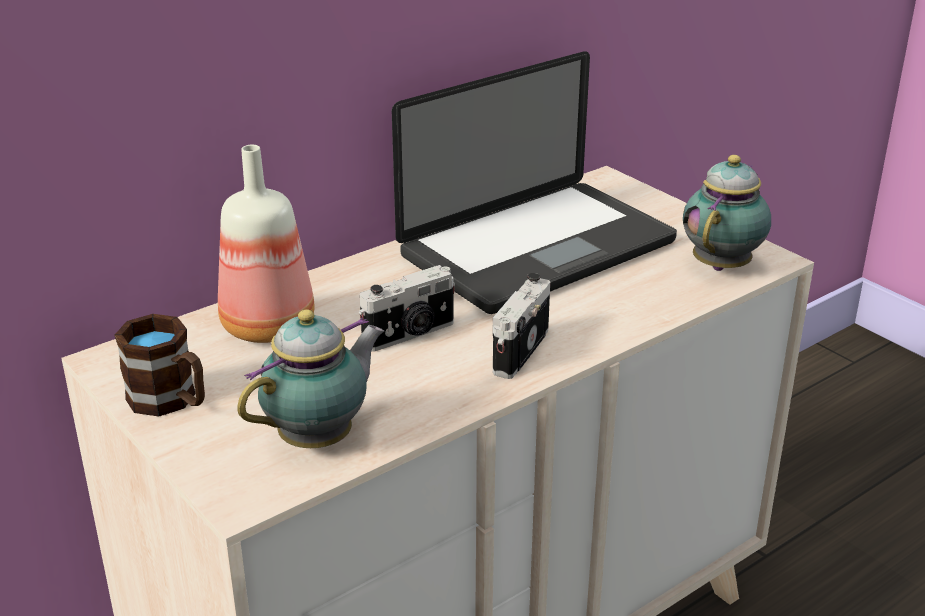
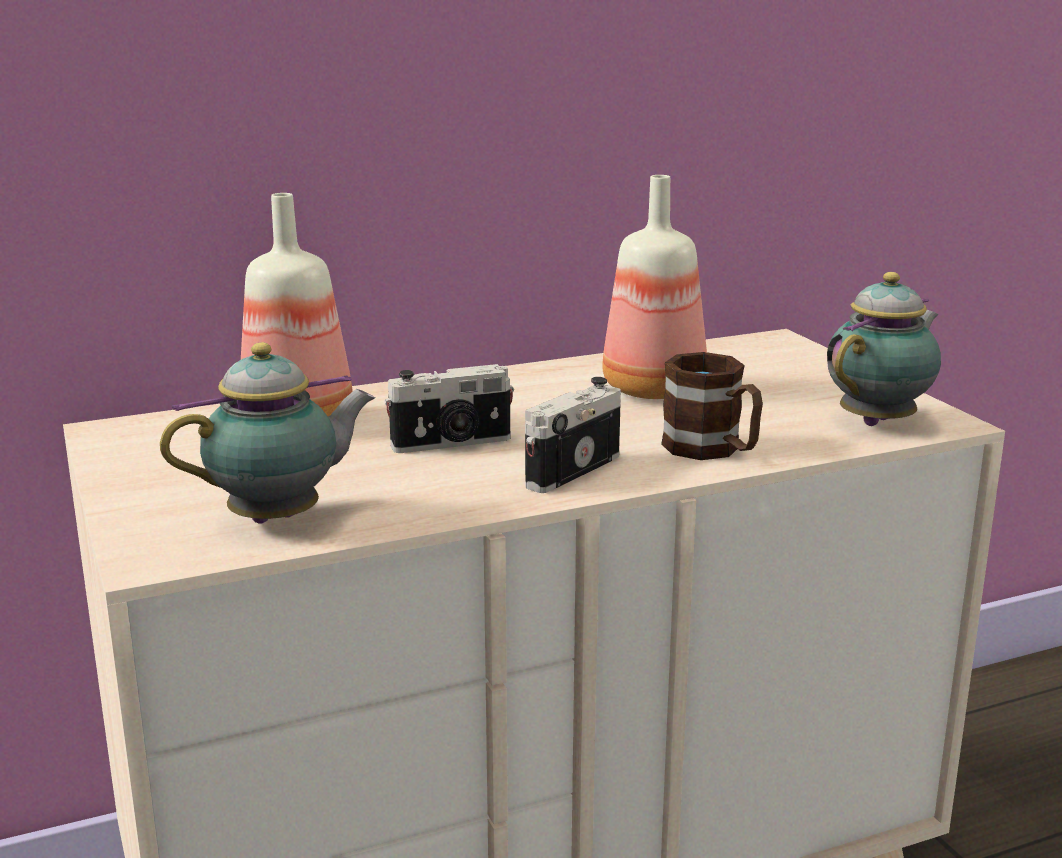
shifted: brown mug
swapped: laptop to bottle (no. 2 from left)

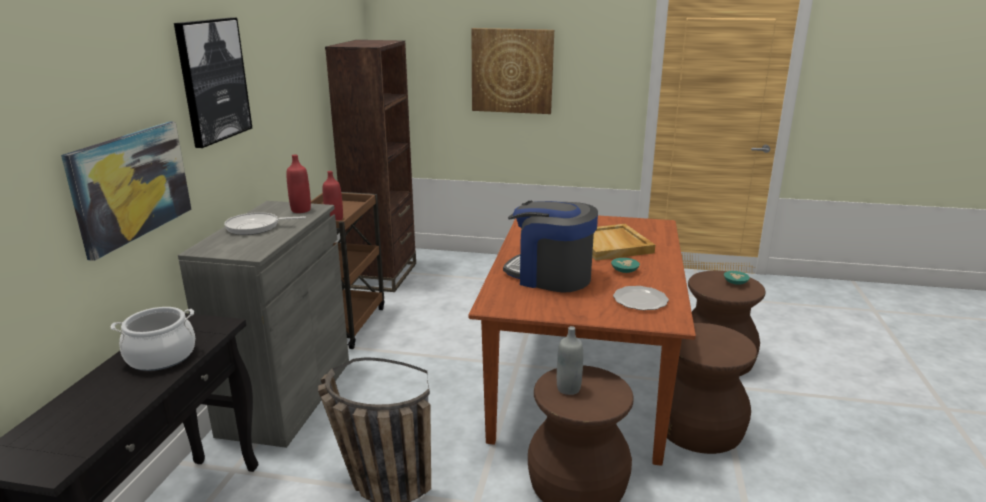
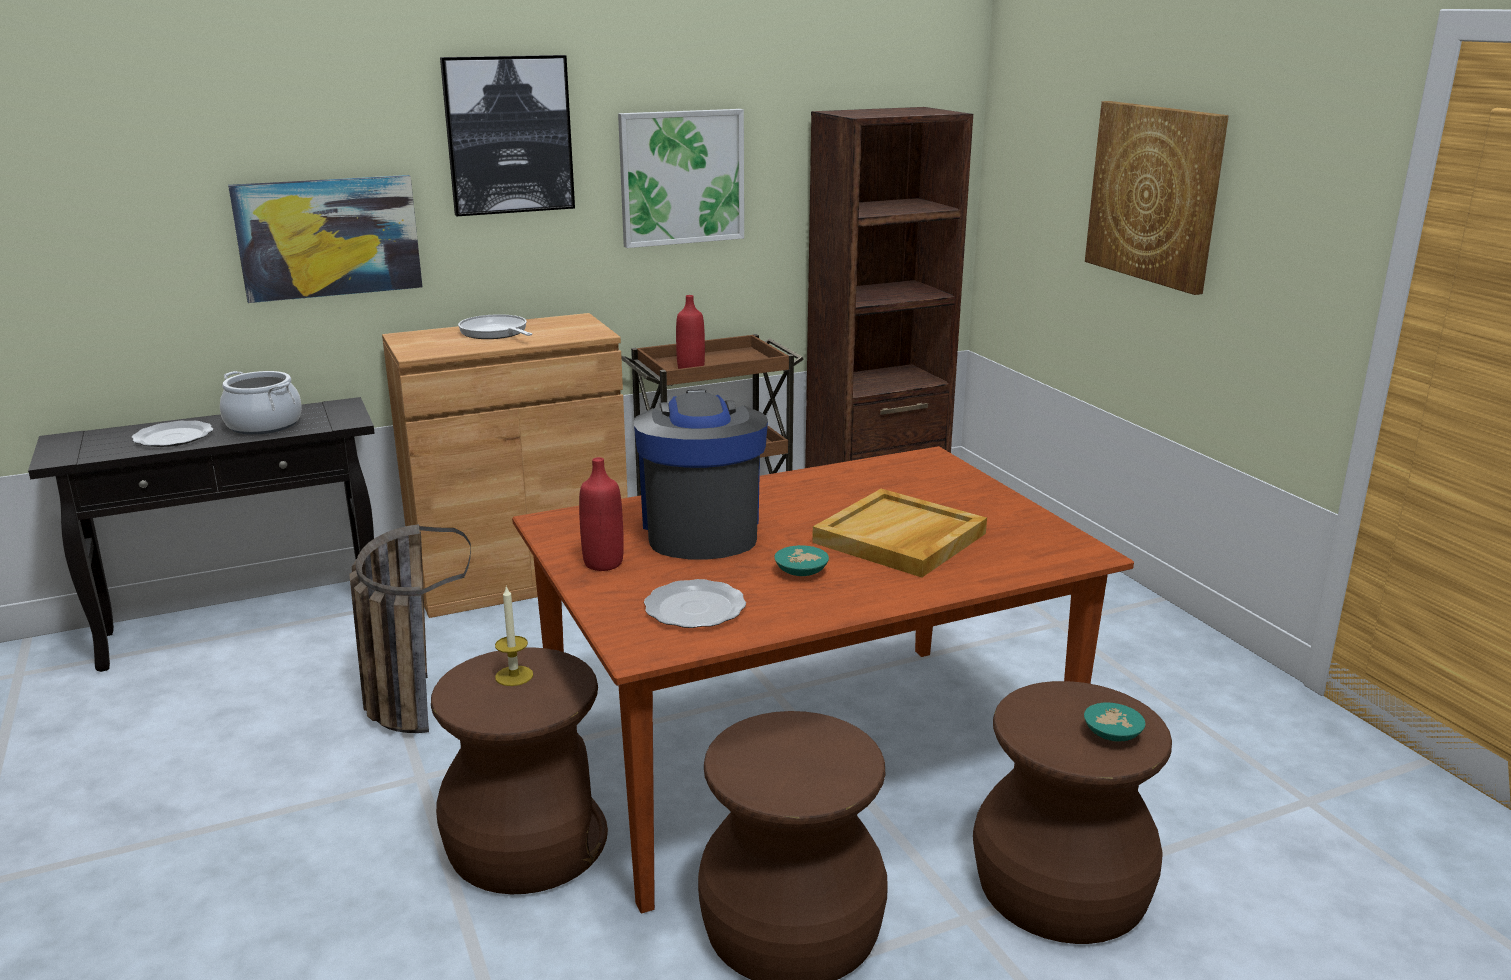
new: plate (no. 1 from left); picture (no. 3 from left)
shifted: red bottle (no. 1 from left)
swapped: grey bottle to candle
repainted: grey cabinet to brown cabinet

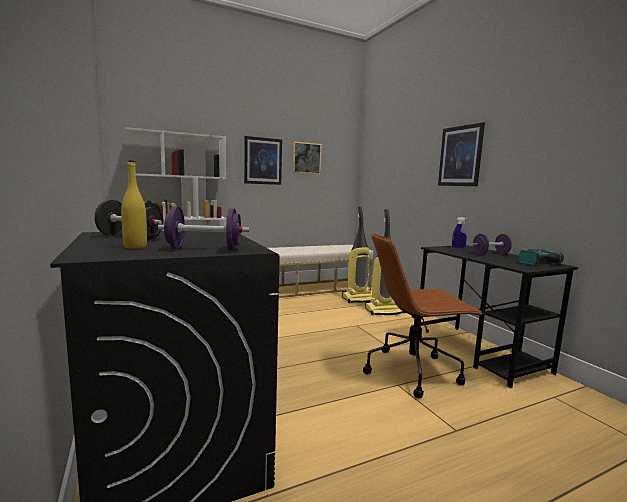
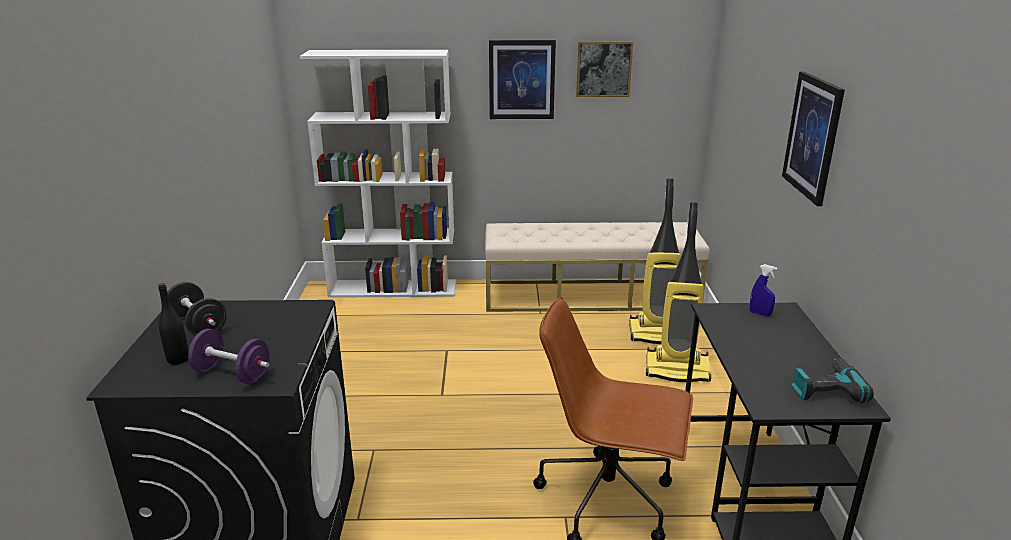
gone: purple dumbbell (no. 2 from left)
repainted: yellow bottle to black bottle

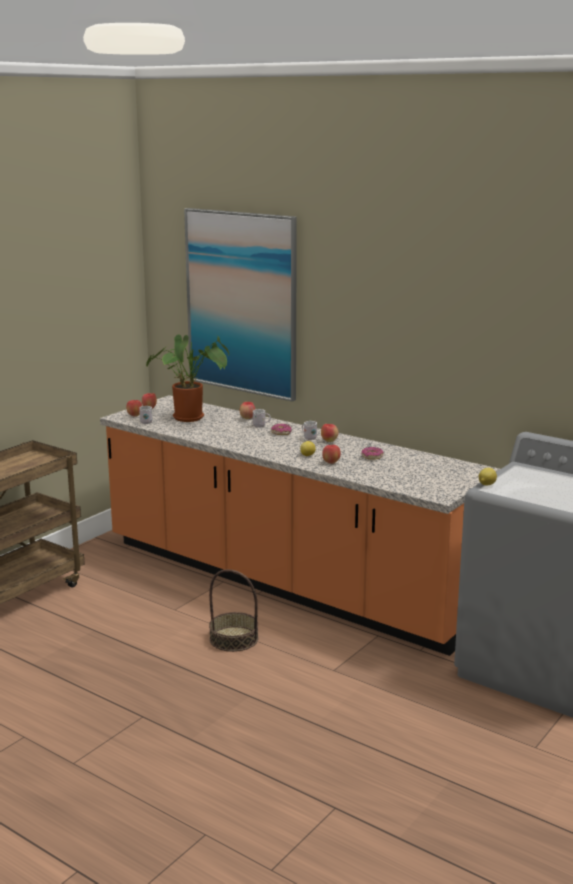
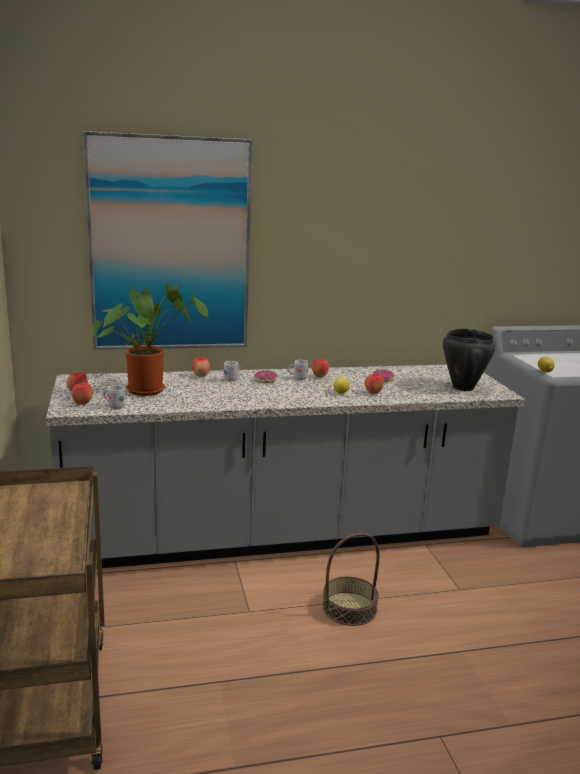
new: black cooking pot
repainted: orange counter to grey counter

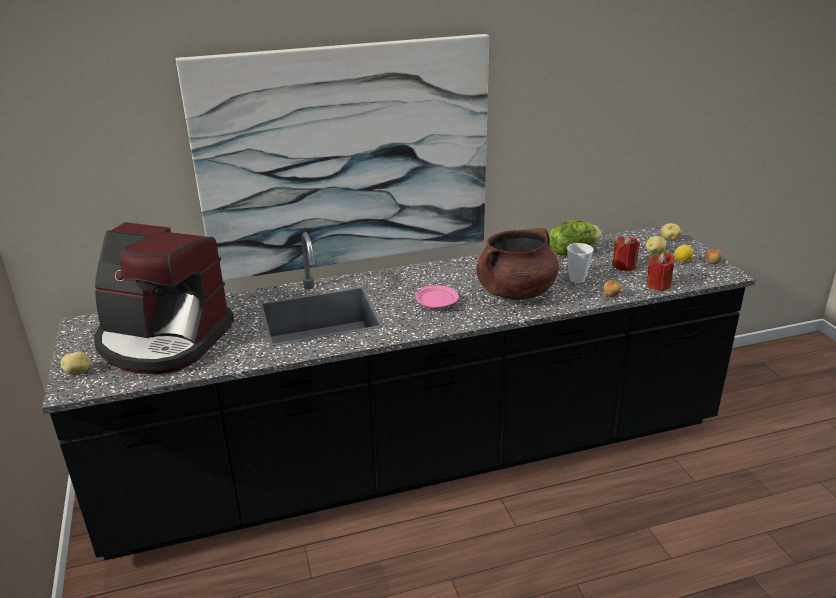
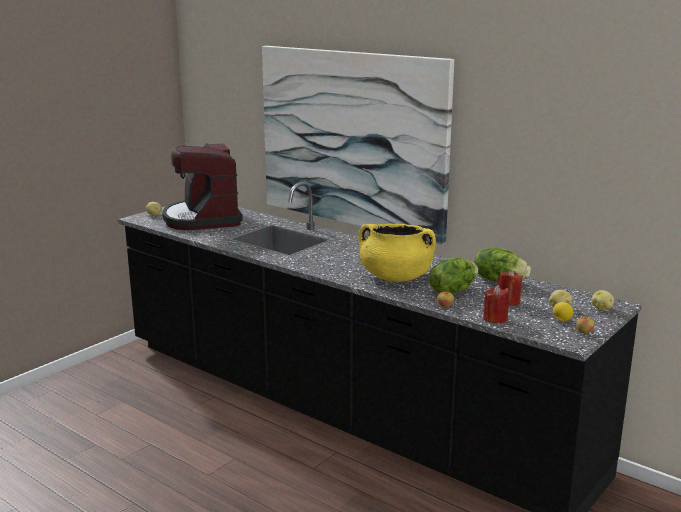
gone: pink plate
swapped: cup to lettuce (no. 1 from left)
repainted: brown cooking pot to yellow cooking pot

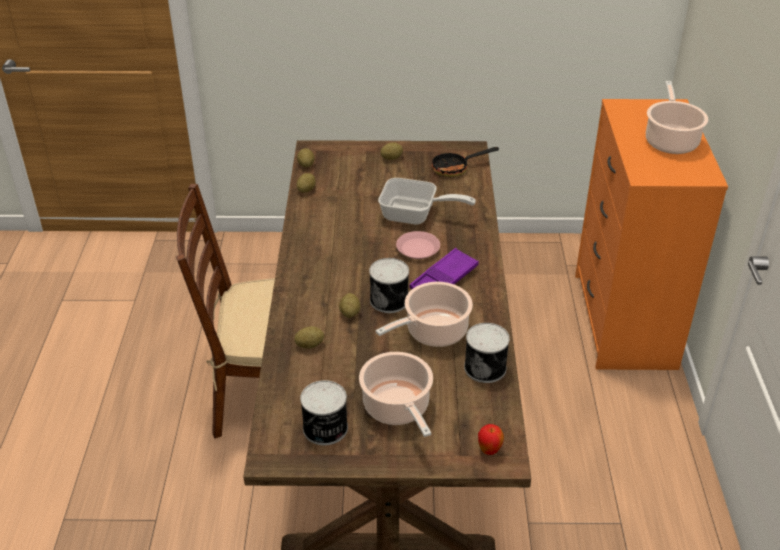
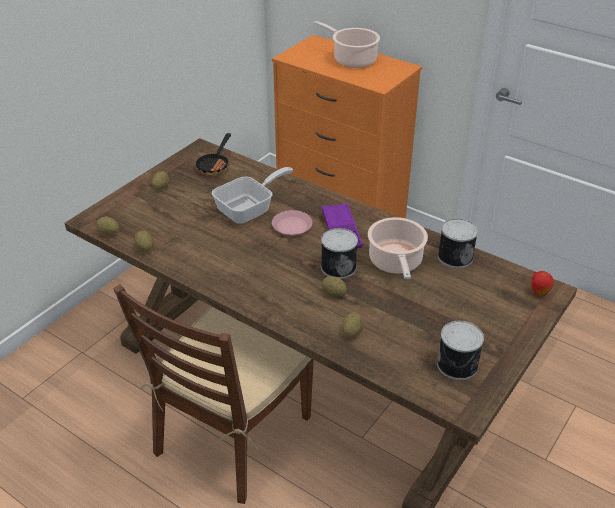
gone: cooking pot (no. 1 from left)

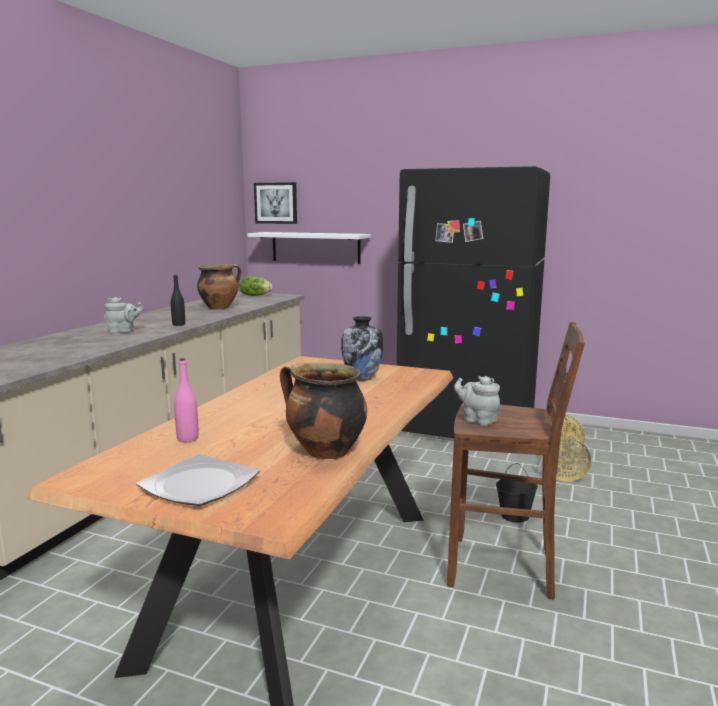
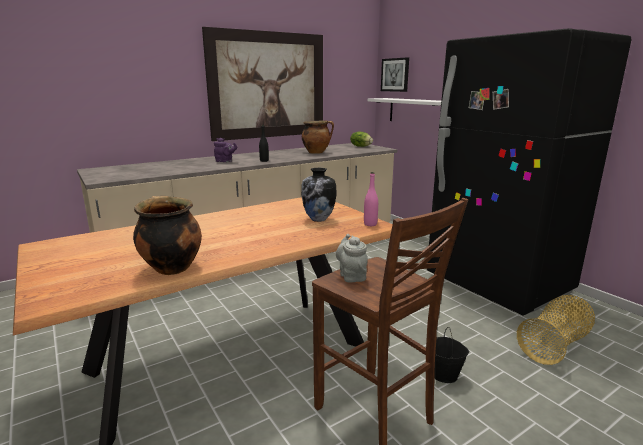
gone: plate
new: picture (no. 1 from left)
shifted: pink bottle
repainted: grey teapot (no. 1 from left) to purple teapot

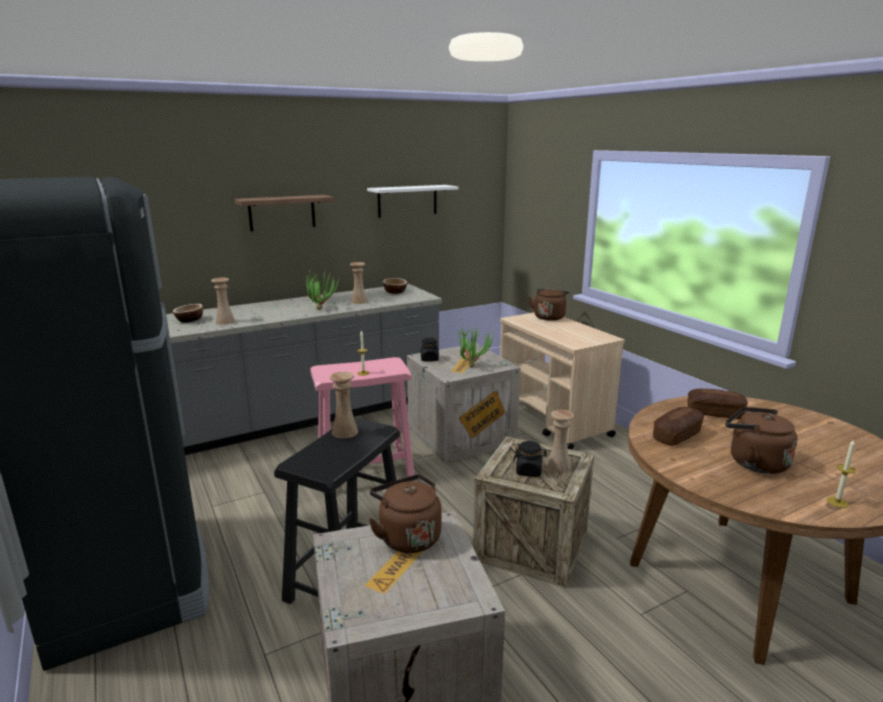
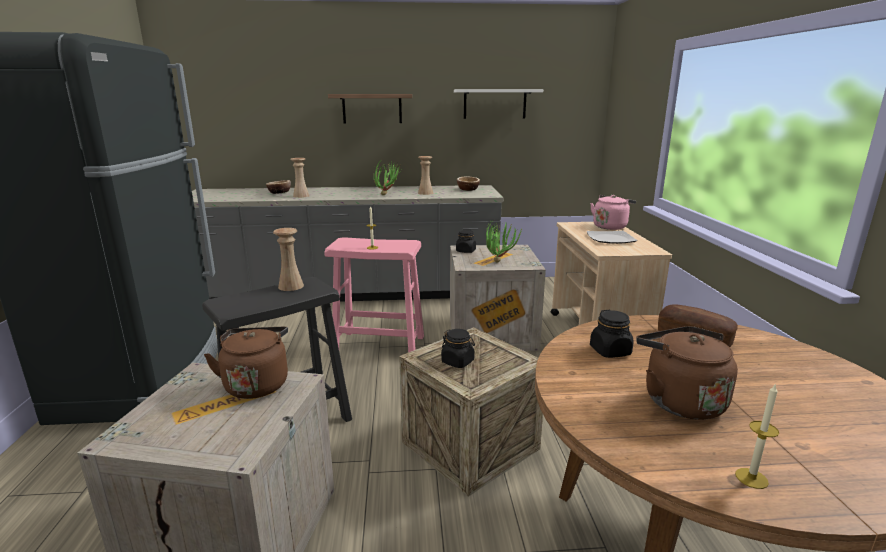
gone: beige vase (no. 4 from left)
new: plate
swapped: bread (no. 1 from left) to black jar (no. 3 from left)
repainted: brown kettle (no. 2 from left) to pink kettle

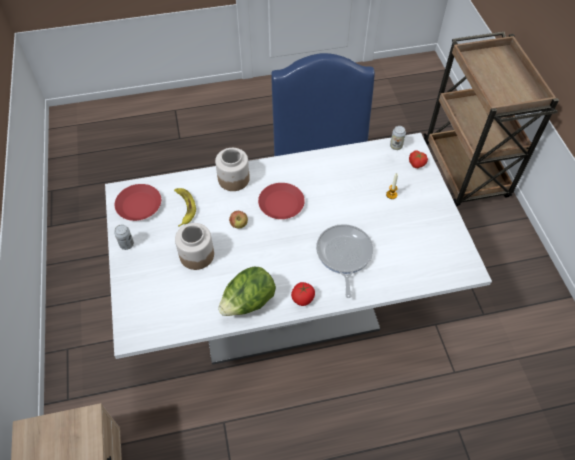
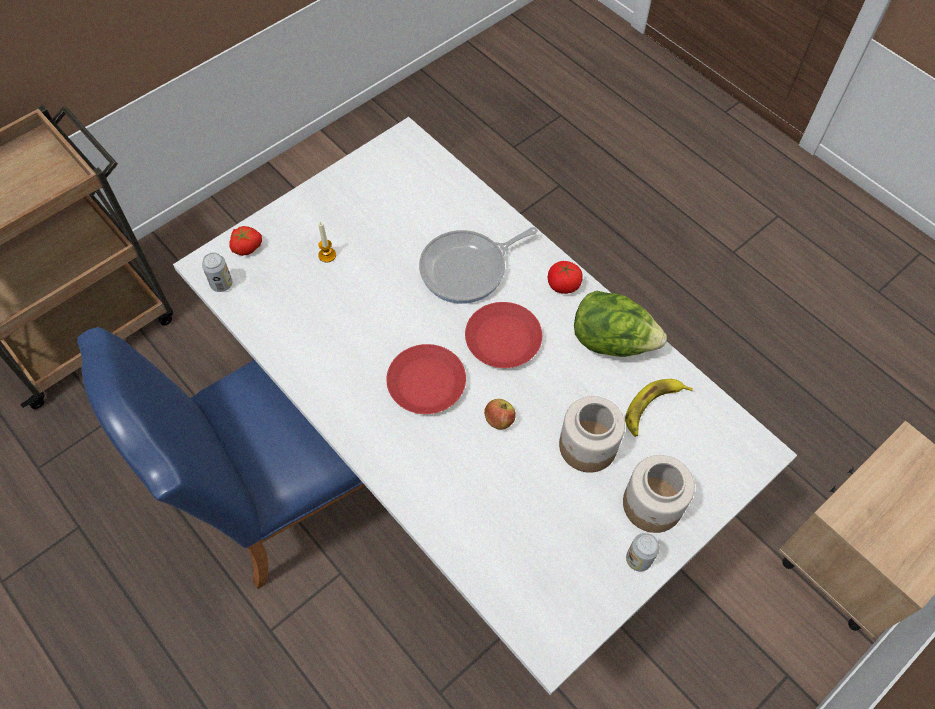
shifted: red plate (no. 1 from left in the first image) to red plate (no. 2 from left); banana; jar (no. 2 from left)

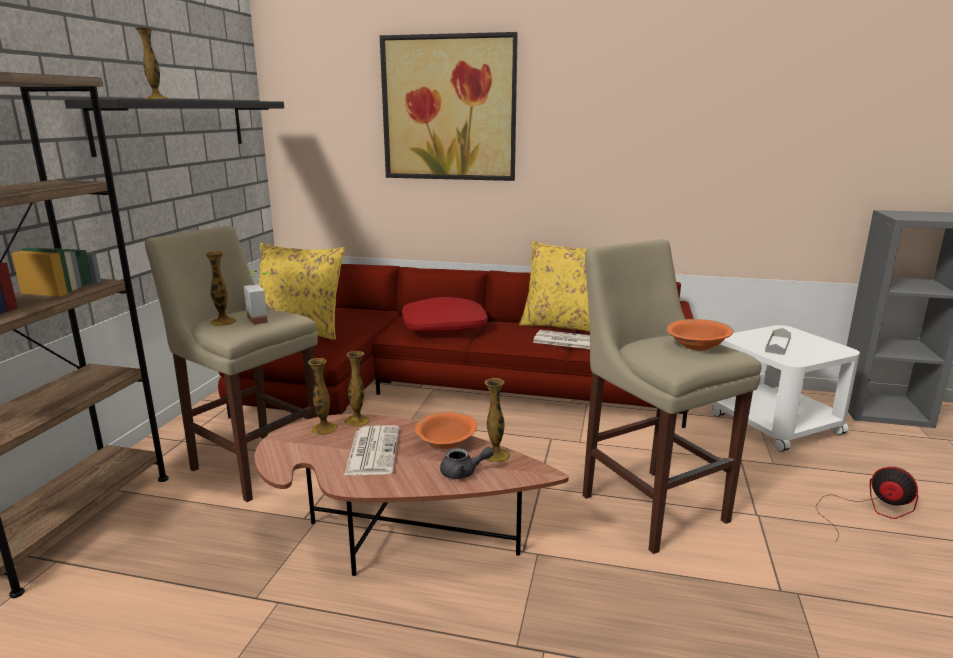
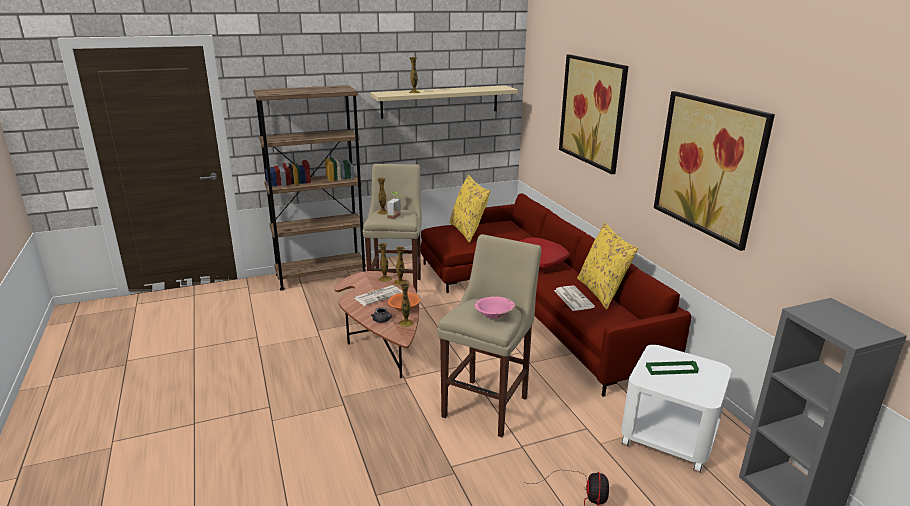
new: picture (no. 2 from left)
repainted: black shelf to beige shelf; orange bowl (no. 2 from left) to pink bowl; grey tray to green tray

